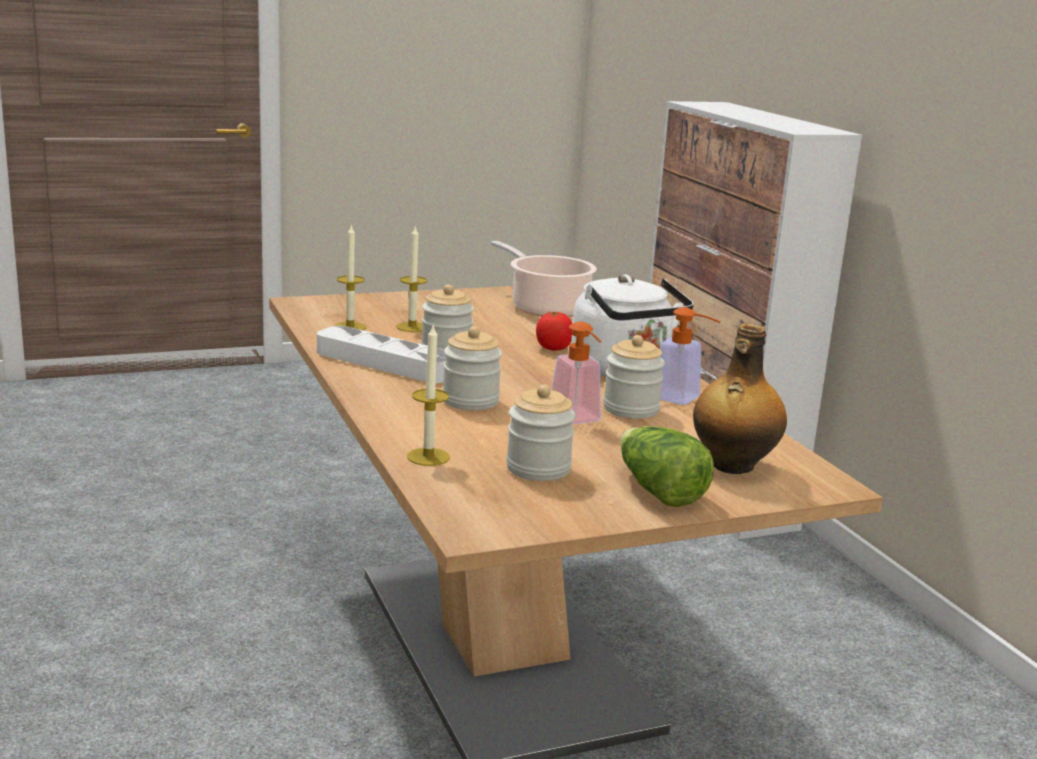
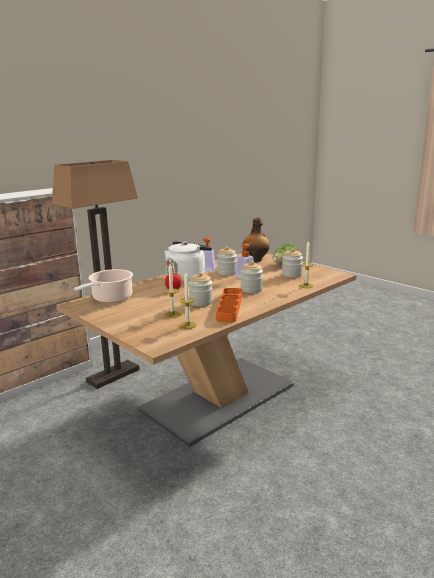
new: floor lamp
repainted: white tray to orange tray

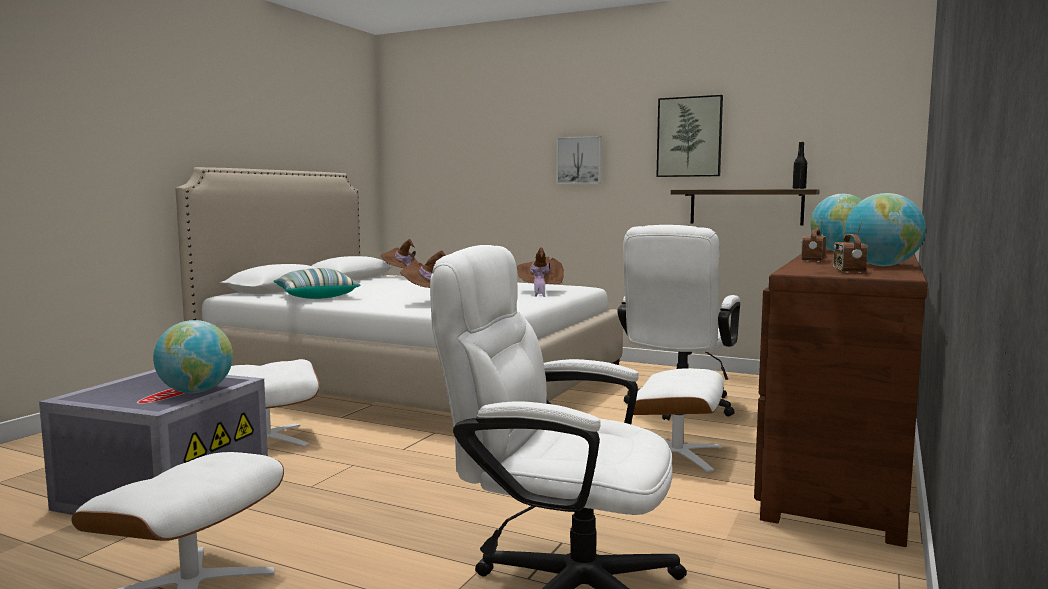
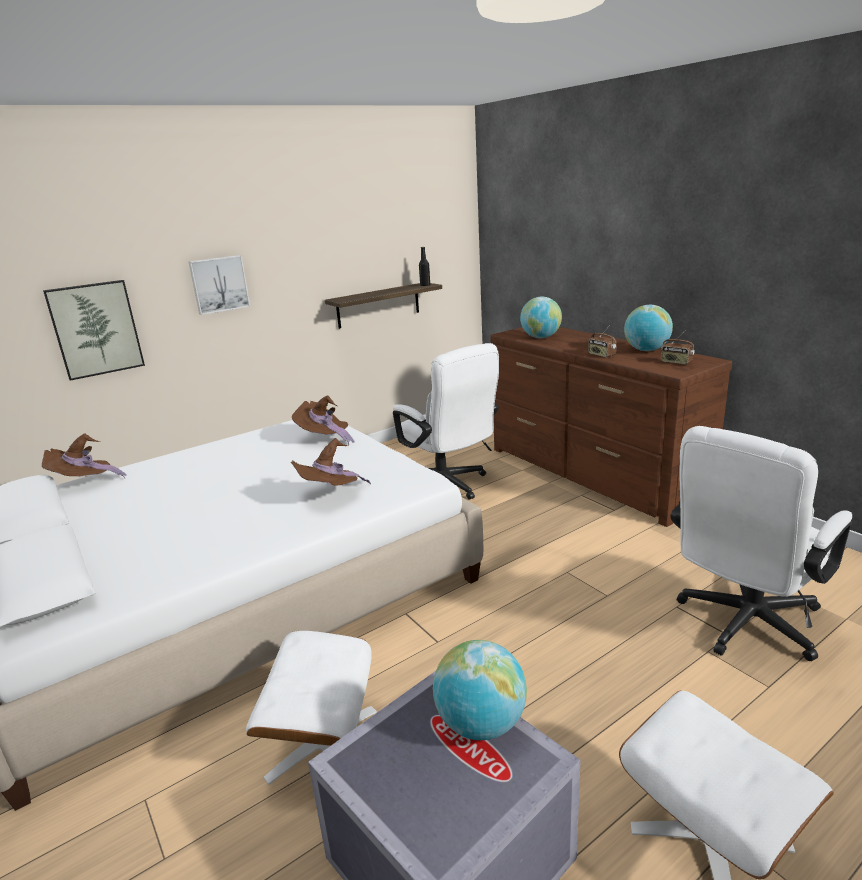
gone: pillow; white ottoman (no. 3 from left)
shifted: picture (no. 2 from left in the first image) to picture (no. 1 from left)

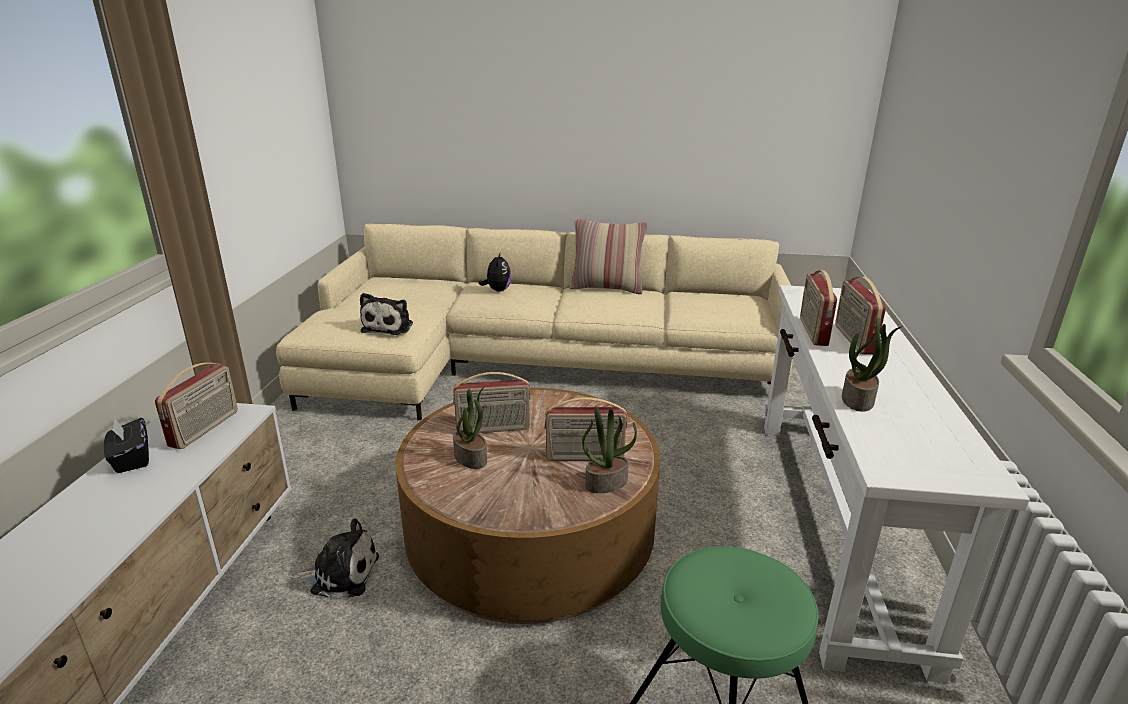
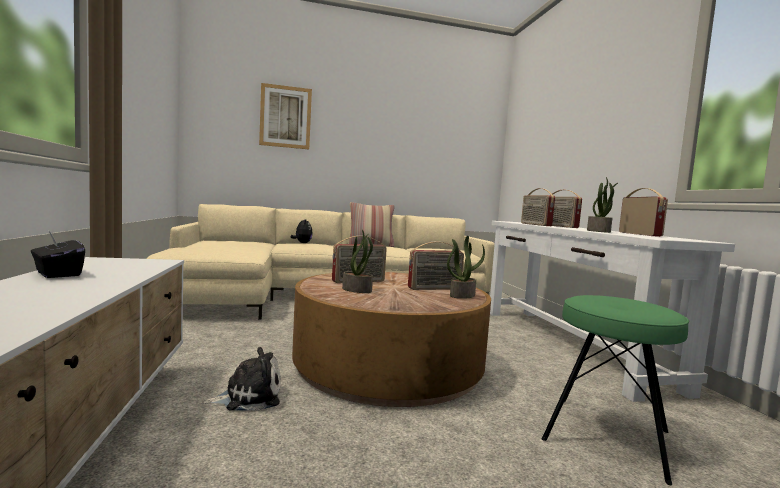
gone: plush toy (no. 2 from left)
new: picture
shifted: radio (no. 1 from left in the first image) to radio (no. 5 from left)

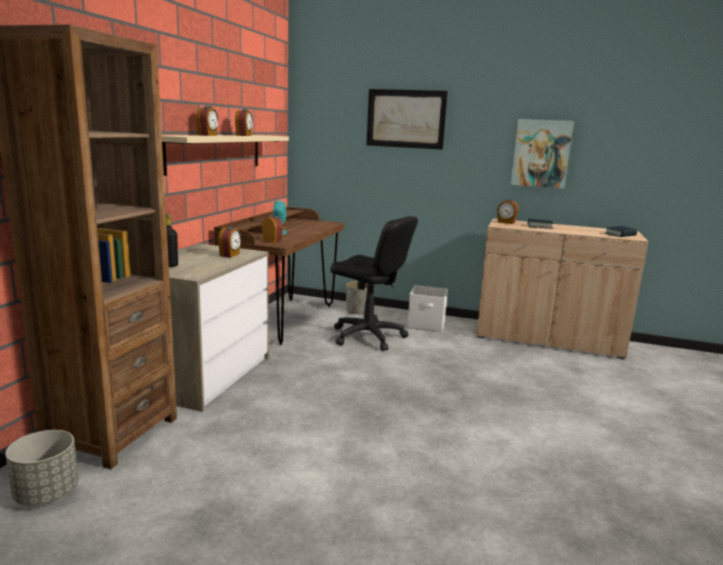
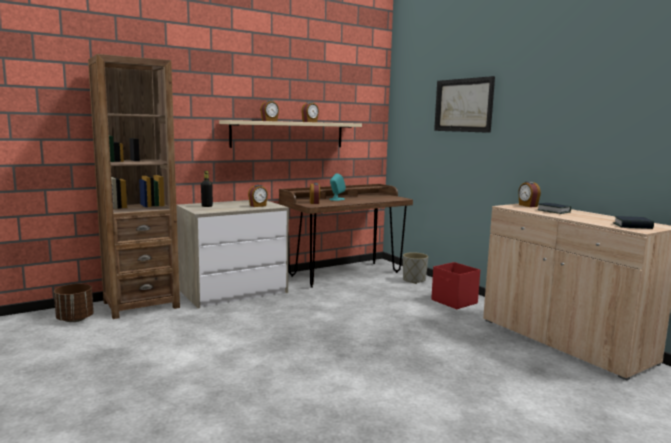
gone: black office chair; picture (no. 2 from left)
repainted: grey planter (no. 1 from left) to brown planter; white storage box to red storage box

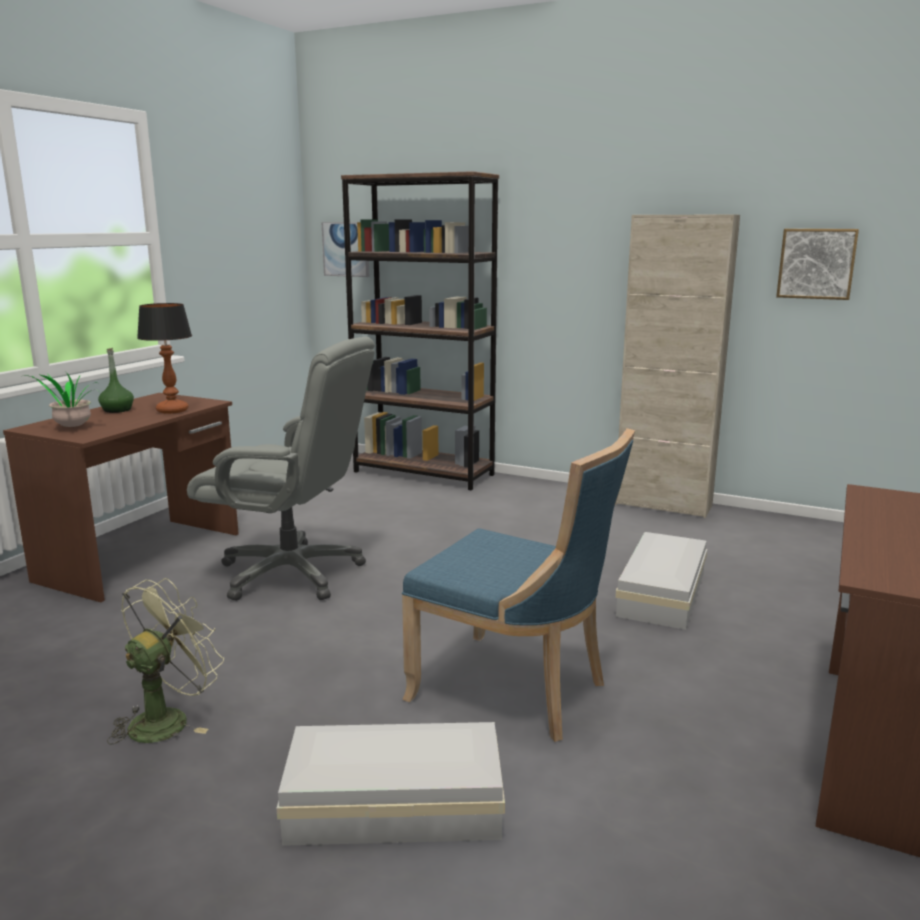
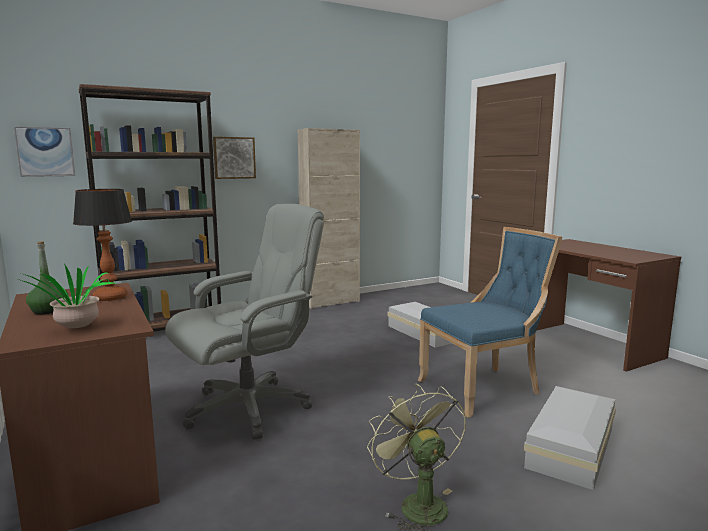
shifted: picture (no. 2 from left)

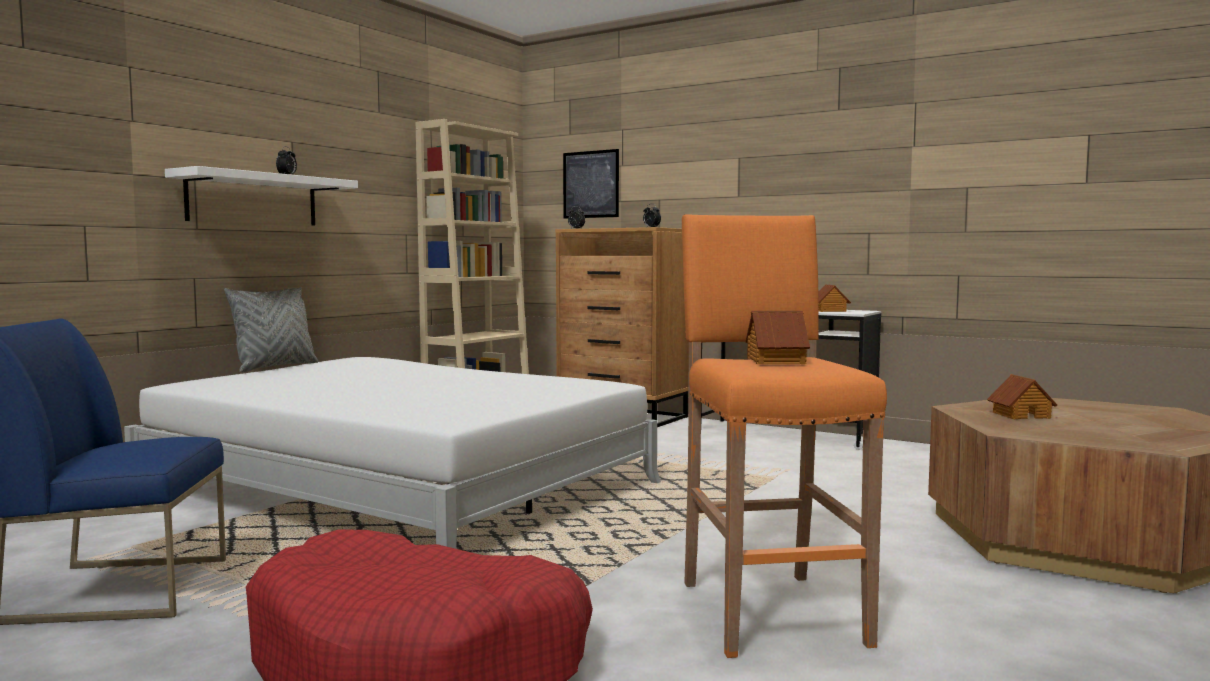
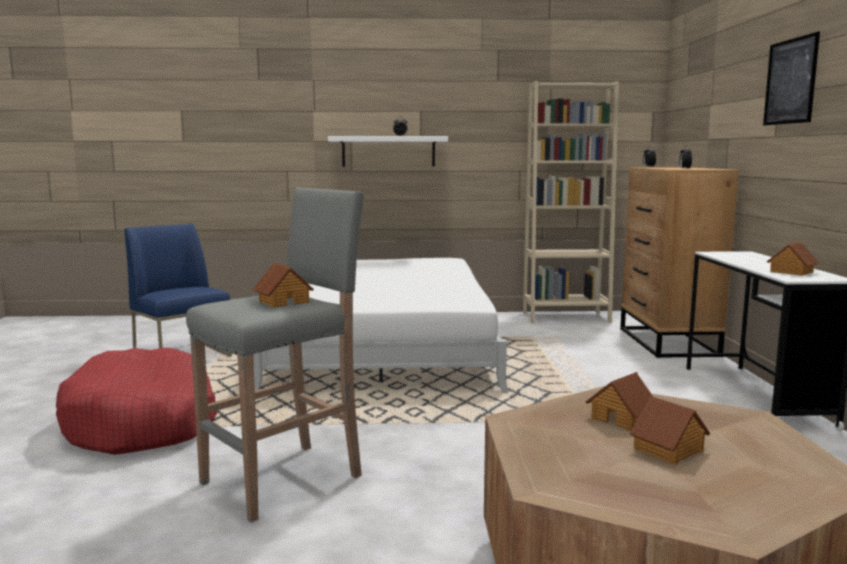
gone: grey pillow
new: toy house (no. 3 from left)
shifted: picture
repainted: orange stool to grey stool

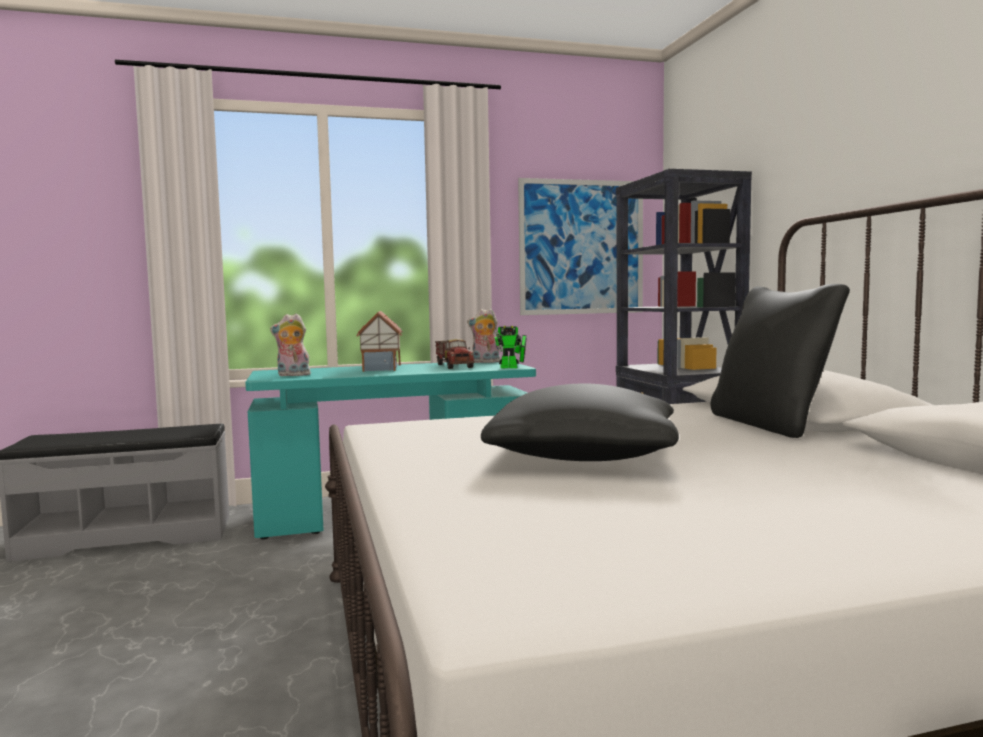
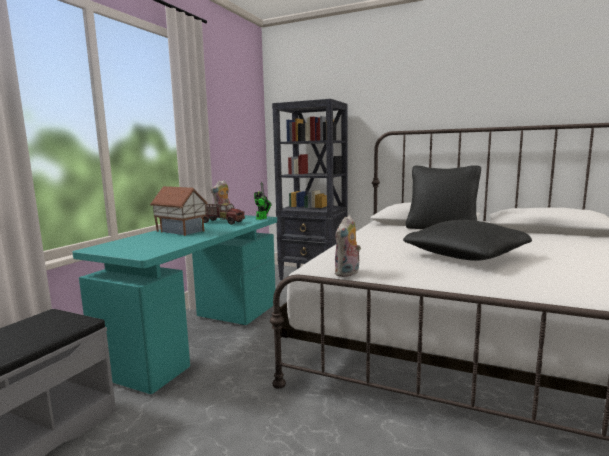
gone: picture
shifted: plush toy (no. 1 from left in the first image) to plush toy (no. 2 from left)

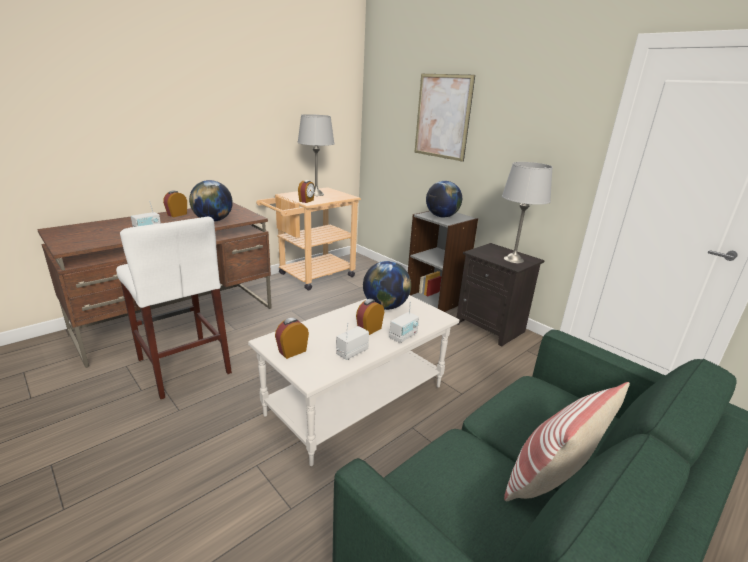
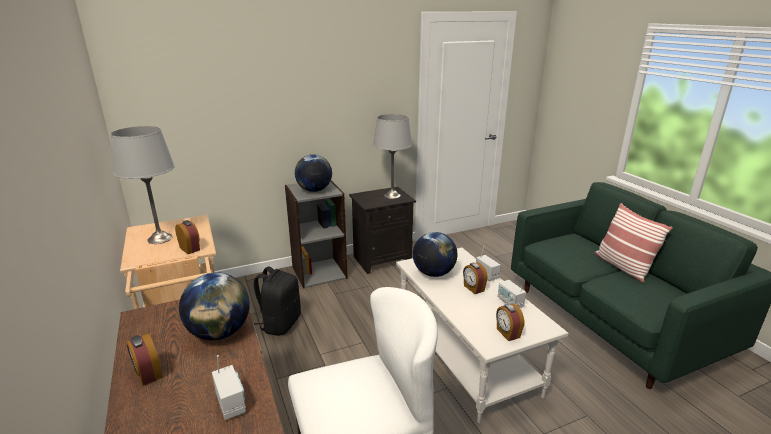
gone: picture
new: black backpack

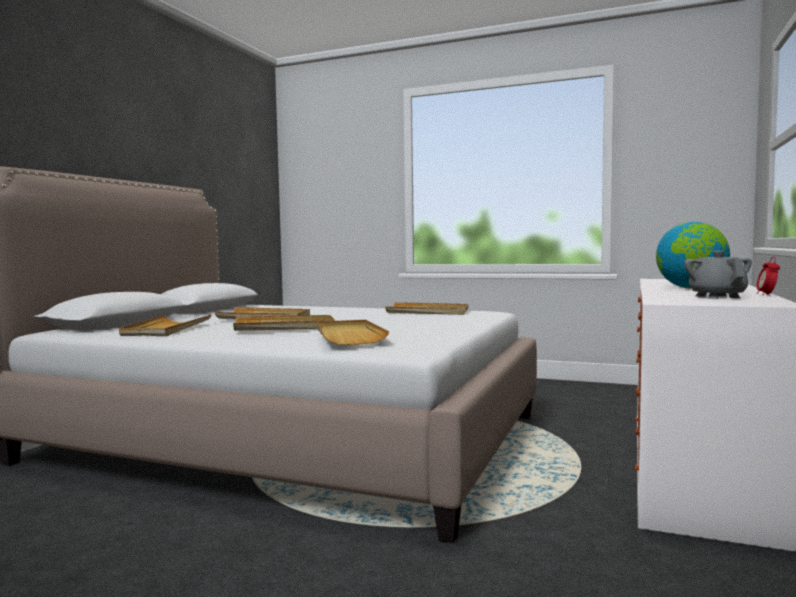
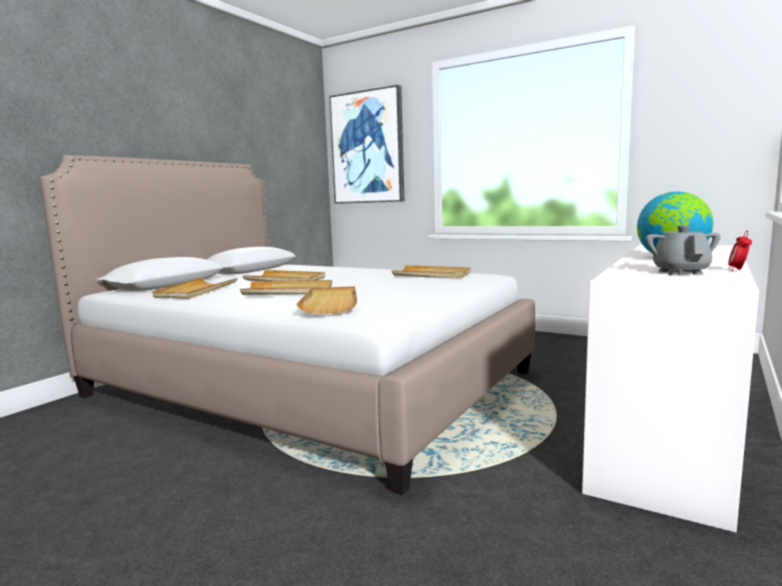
new: picture

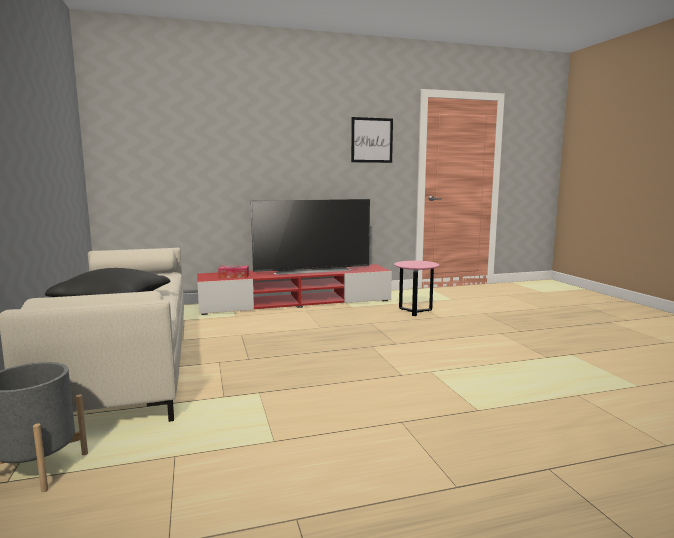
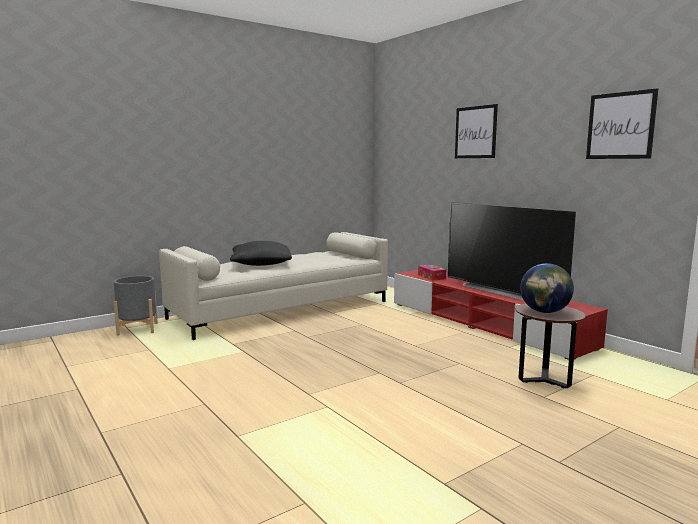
new: picture (no. 1 from left); globe
repainted: pink side table to brown side table

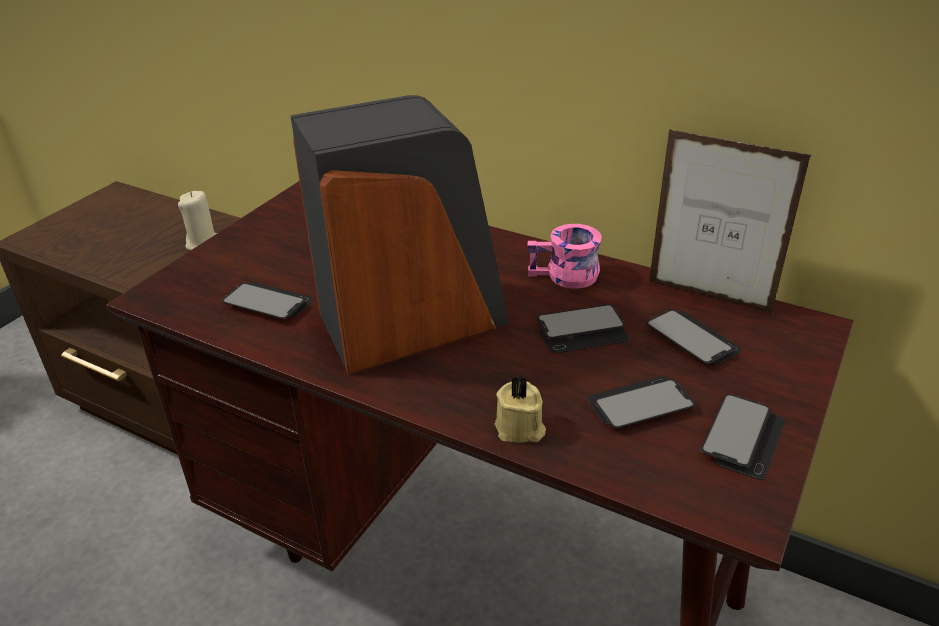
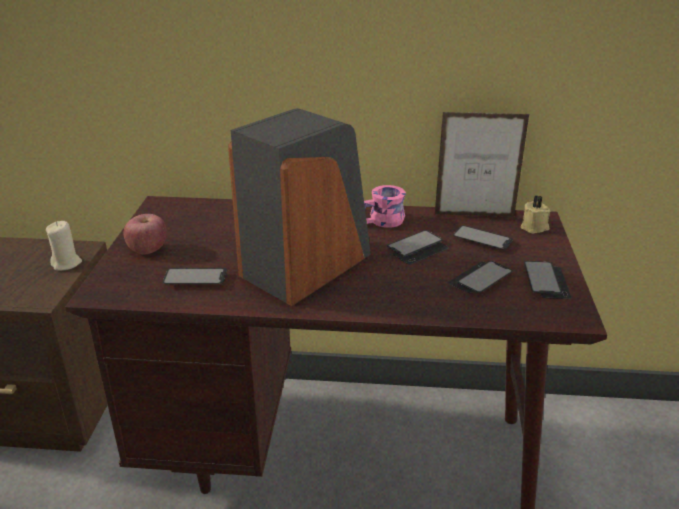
new: apple
shifted: beige candle (no. 2 from left)

